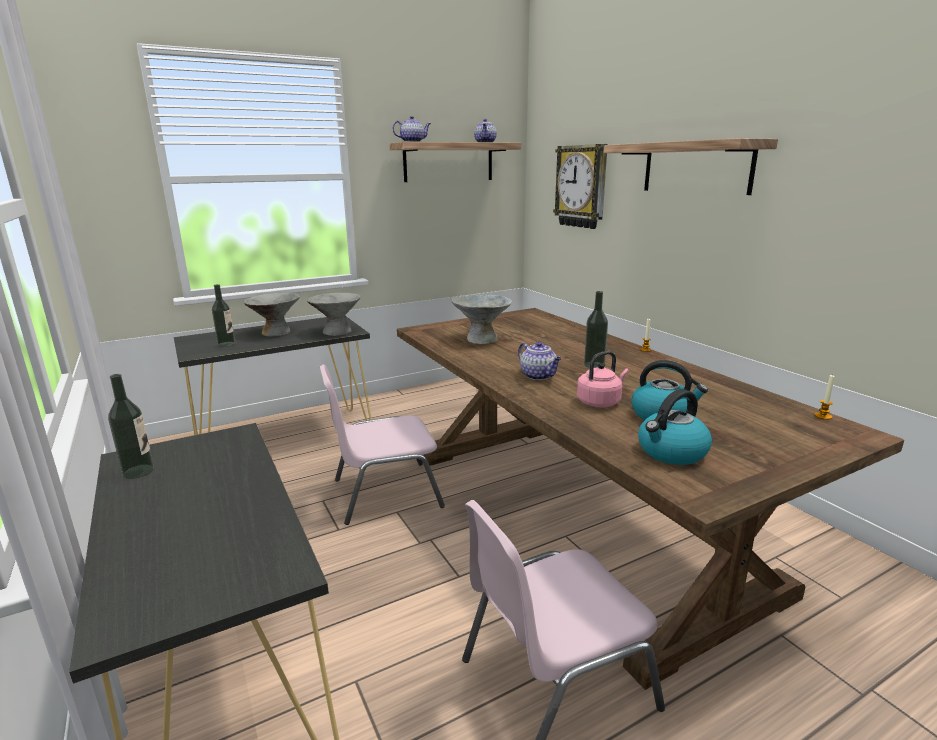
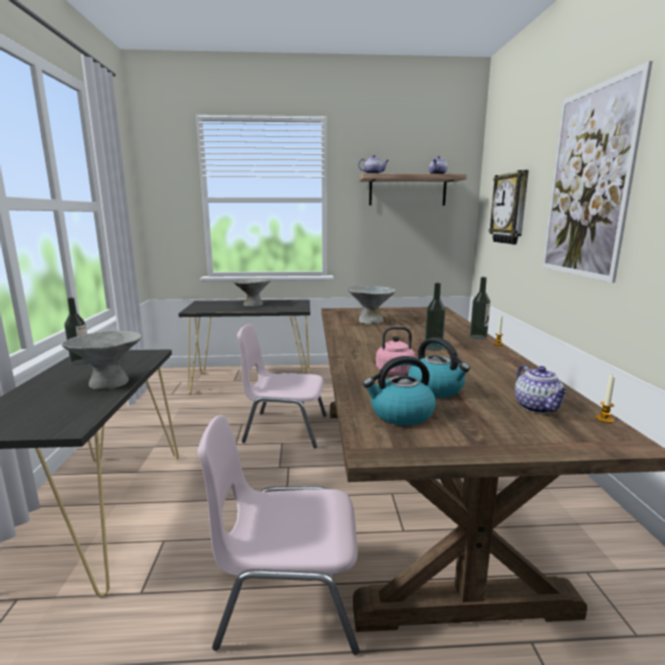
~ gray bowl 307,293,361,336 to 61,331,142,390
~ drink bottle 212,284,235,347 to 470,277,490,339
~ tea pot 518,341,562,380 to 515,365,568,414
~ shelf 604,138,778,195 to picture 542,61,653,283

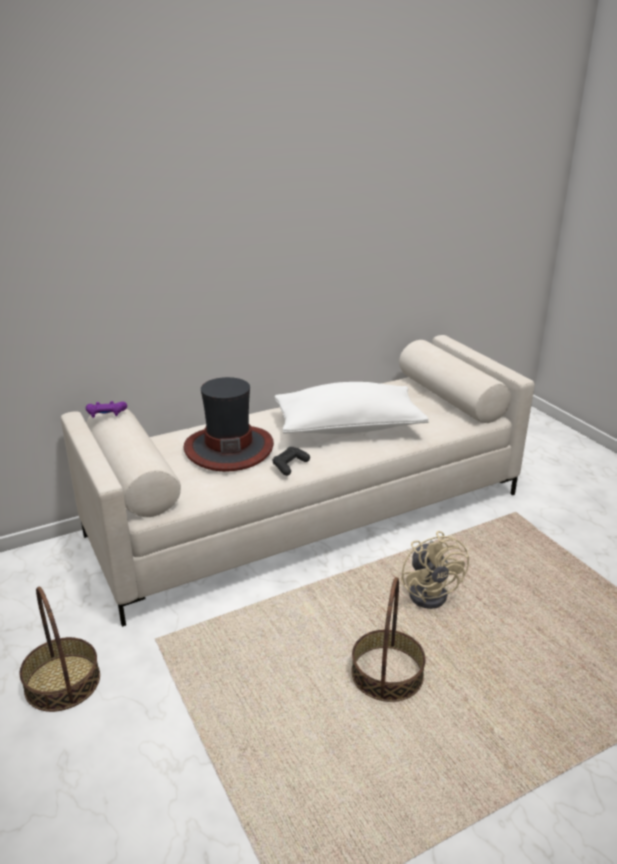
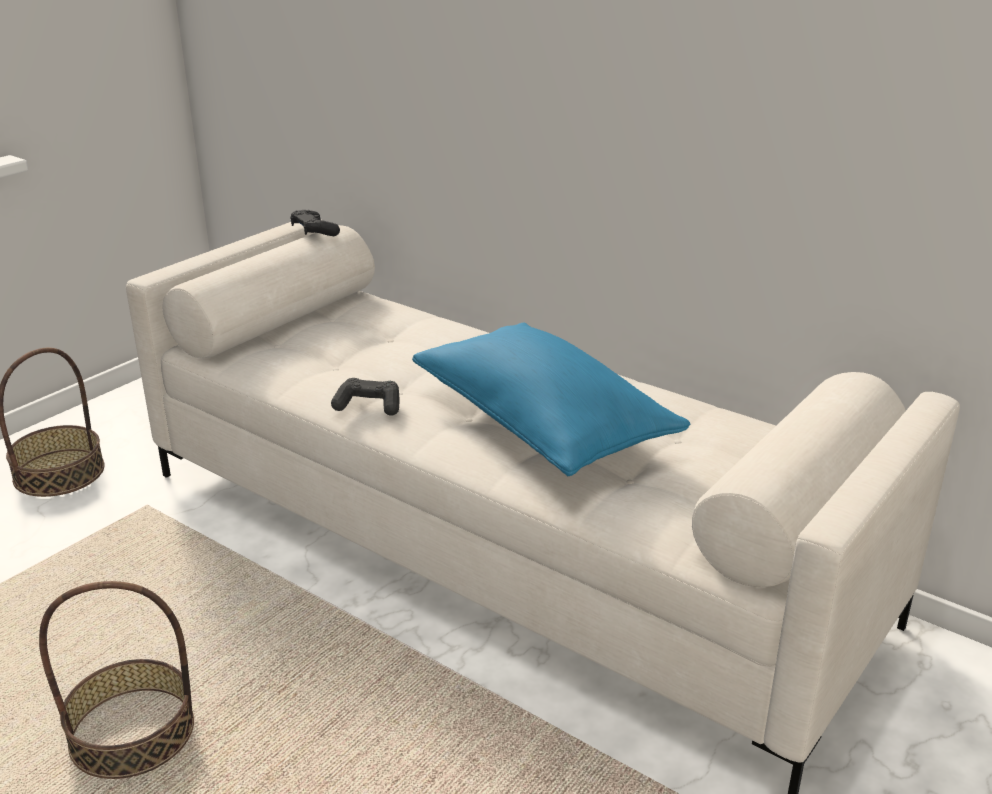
~ purple joypad 86,401,127,418 to black-coloured joypad 290,210,340,236
~ whitish cushion 274,382,429,434 to blue-coloured cushion 412,323,690,476
- clothing hat 184,377,274,472
- sand-coloured electric fan 401,531,469,609

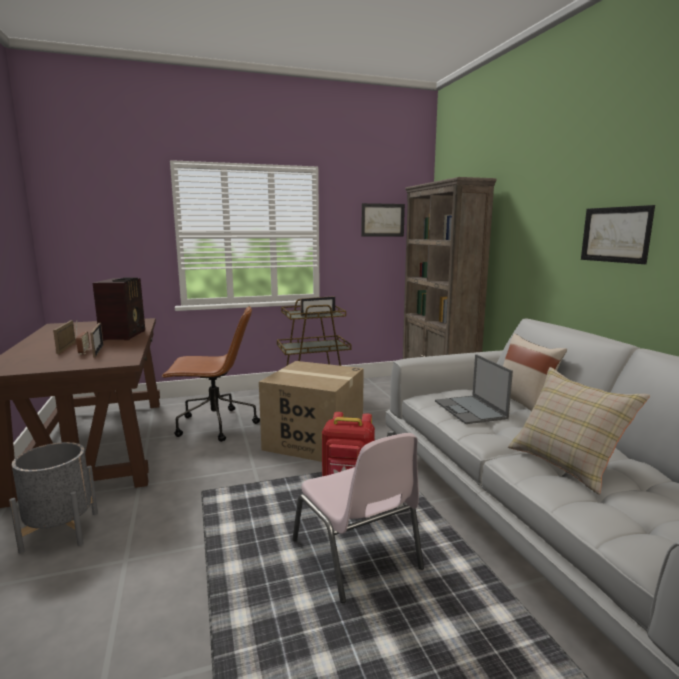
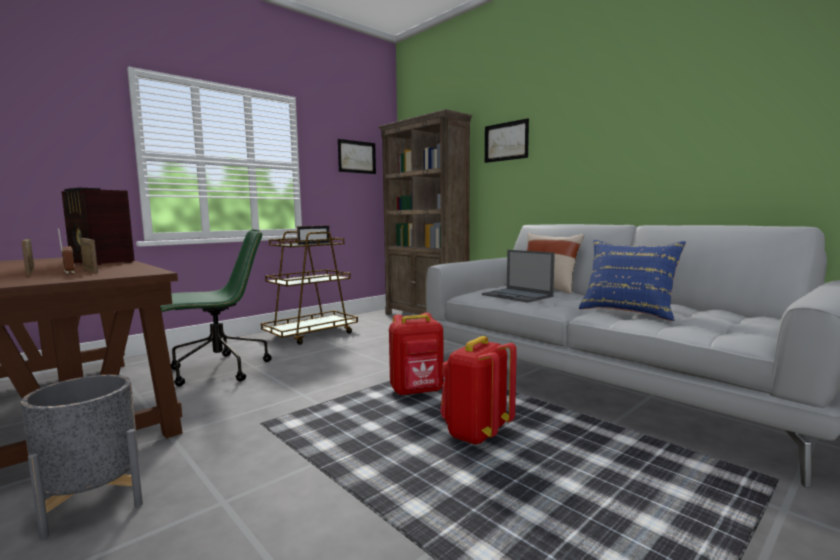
~ radio receiver 93,278,145,341 = 61,187,135,265 150 degrees clockwise
~ brownish desk chair 161,306,260,442 to green desk chair 161,230,272,386
~ pink-coloured upright chair 292,433,424,603 to red backpack 440,336,517,444
~ picture 581,205,655,264 to 485,118,529,163
~ sand-coloured cushion 508,367,650,495 to blue-coloured cushion 579,240,686,321
- packing box 259,361,364,462

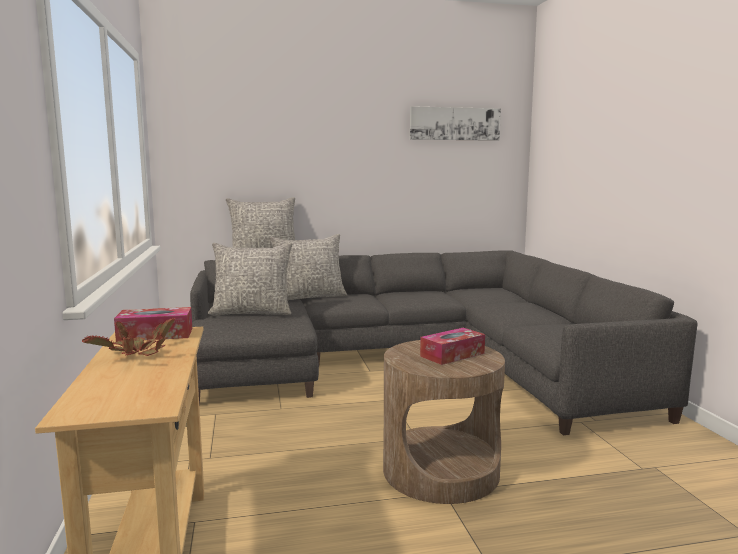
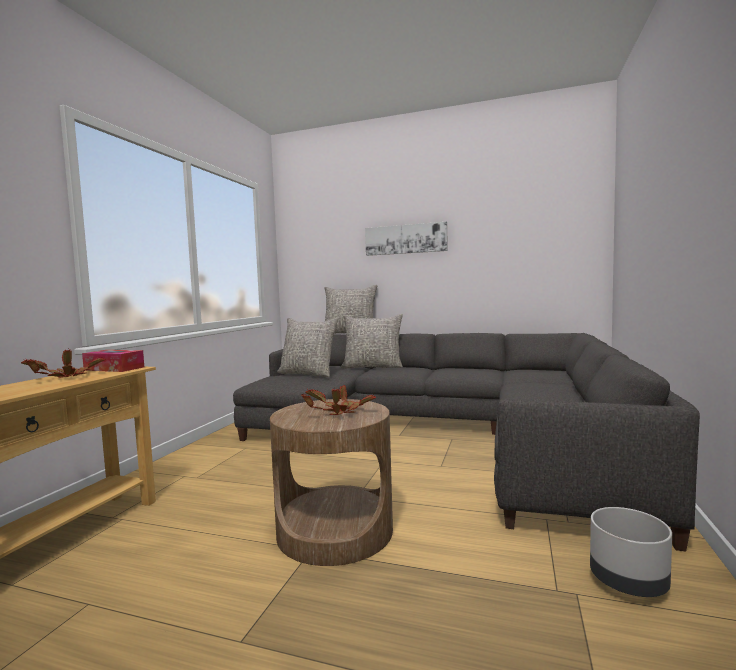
~ tissue holder 420,328,485,365 to plant in a pot 301,385,376,415
~ picture 410,106,501,141 to 365,222,448,256
+ gray planter 590,507,672,597

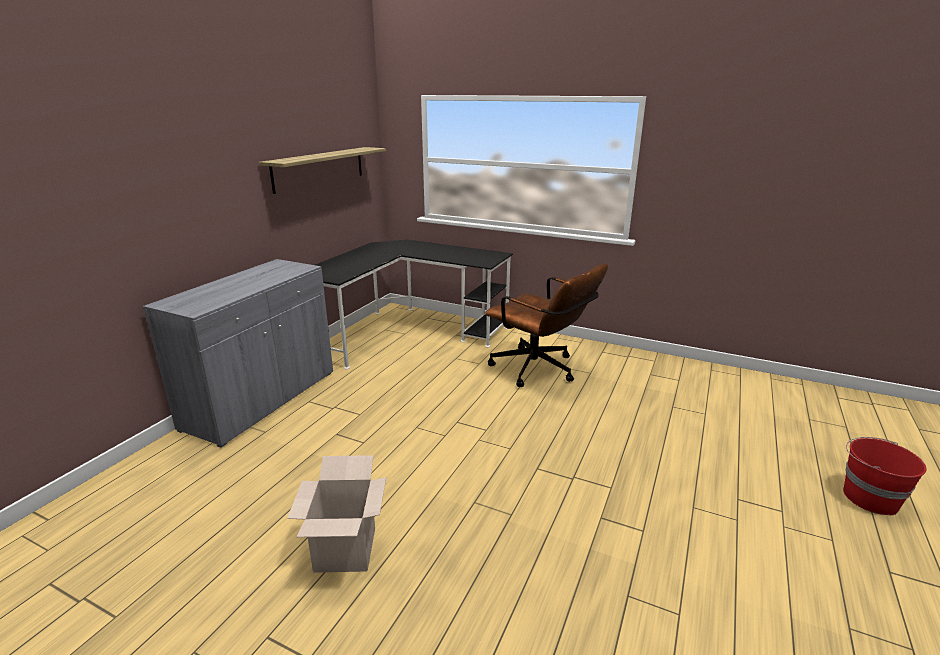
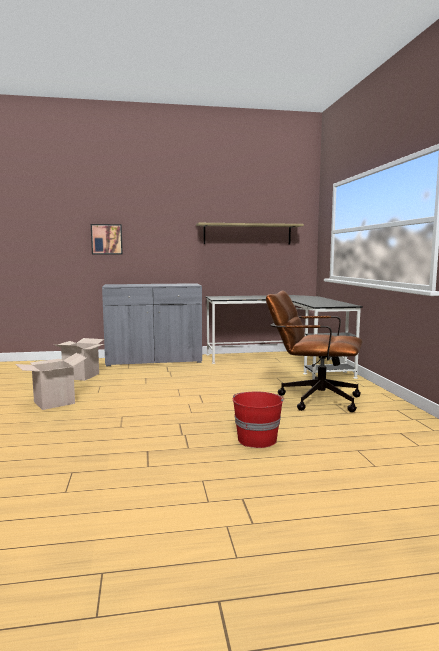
+ packing box 53,338,104,381
+ picture 91,224,123,254
~ red bucket 843,437,926,515 to 233,391,284,448
~ brownish desk chair 486,264,608,387 = 266,290,362,412 105 degrees clockwise

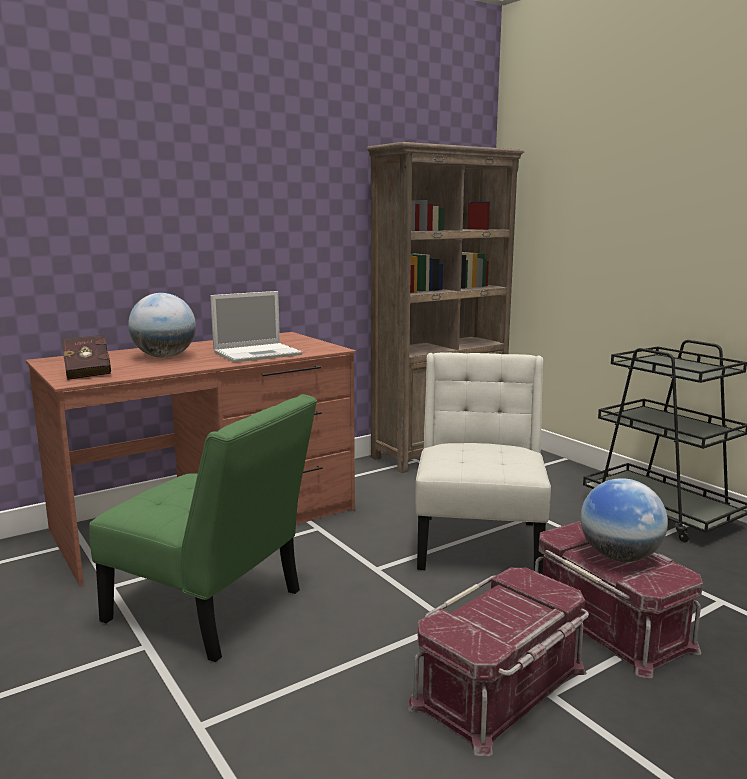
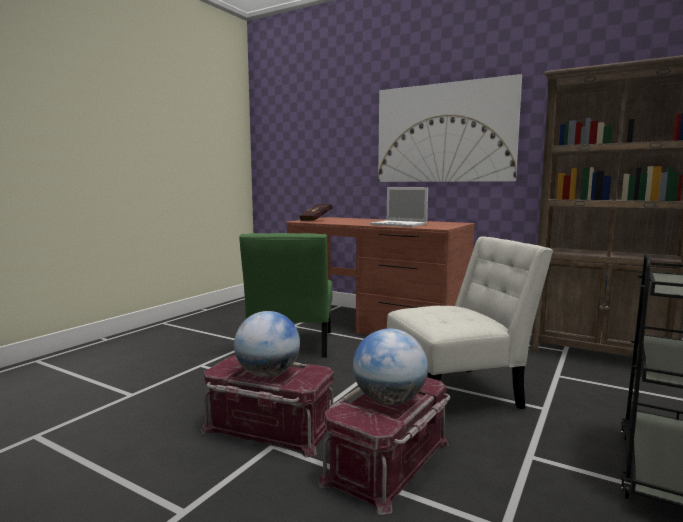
~ desk globe 128,293,196,358 to 234,311,300,377
+ picture 378,74,522,182

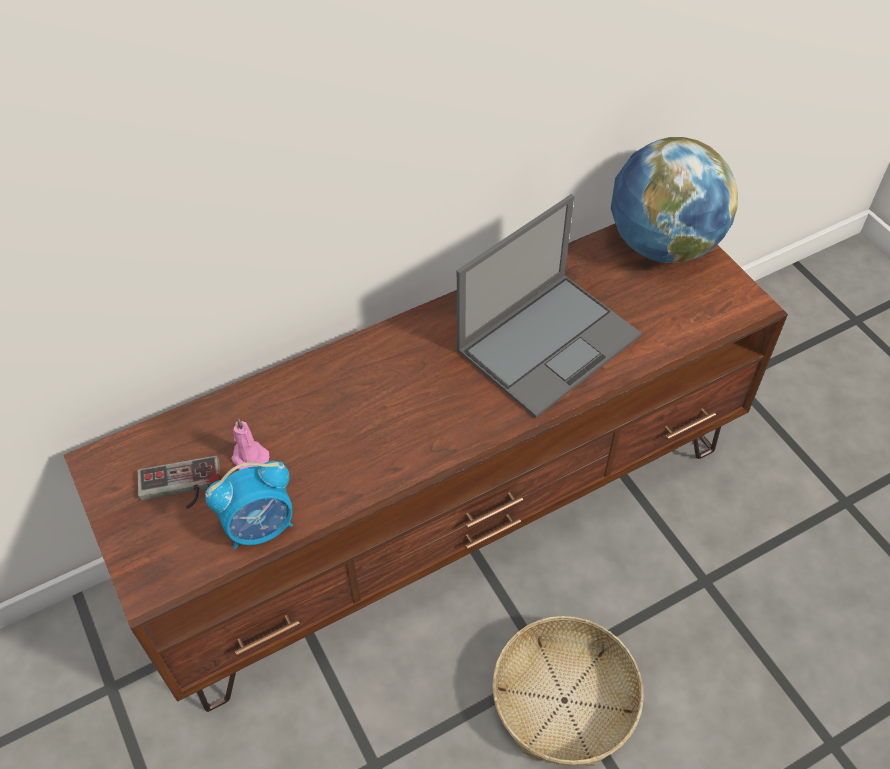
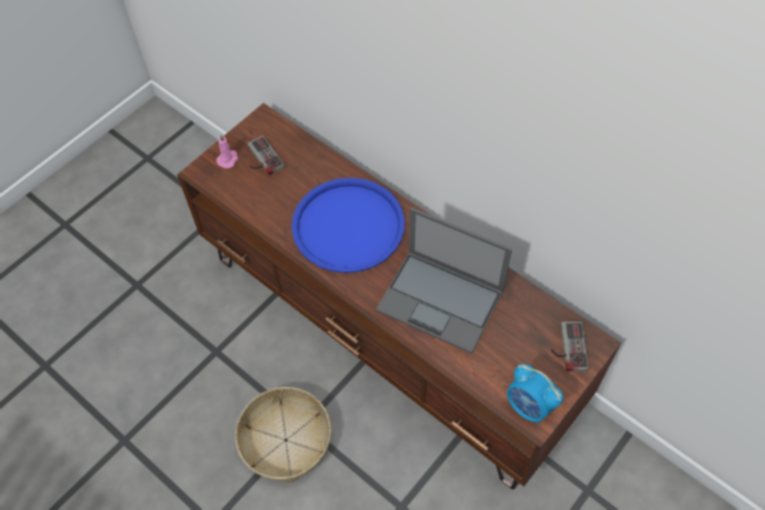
~ pink-coloured candle 231,419,269,470 to 216,135,238,169
+ blue-coloured tray 291,178,405,273
~ bedside clock 205,461,293,549 to 507,364,563,425
~ desk globe 611,137,738,263 to joypad 551,321,588,371

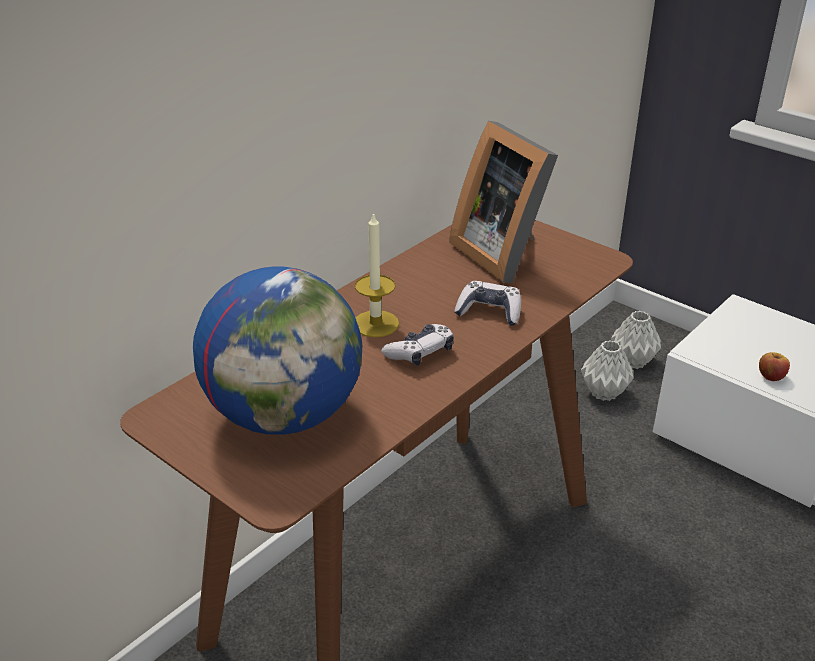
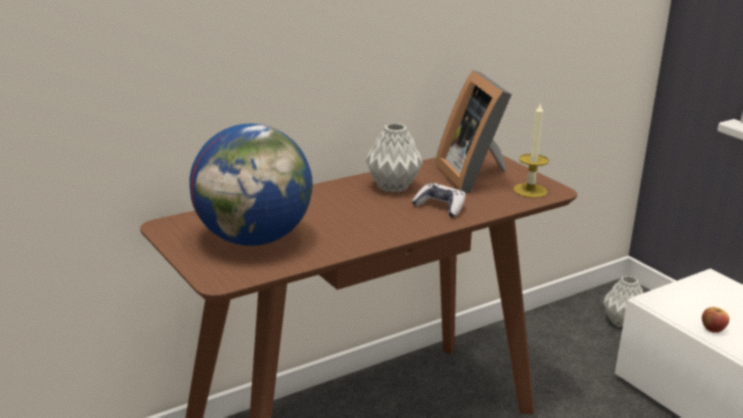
~ gray vase 581,340,634,401 to 365,123,423,193
~ candle 355,211,399,337 to 513,102,549,198
- joypad 381,324,454,366

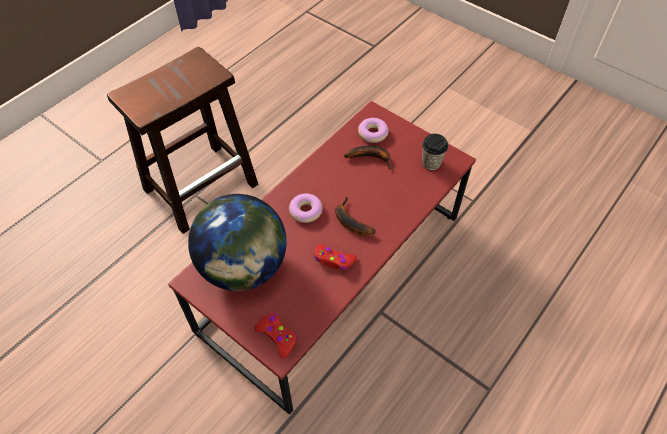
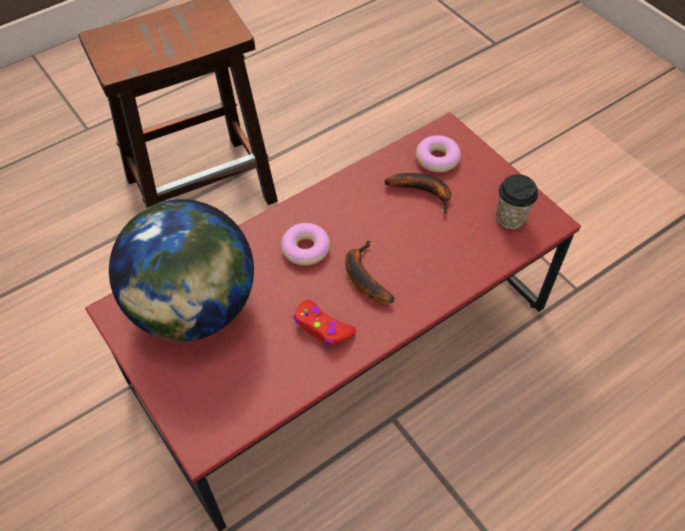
- red joypad 254,313,297,359

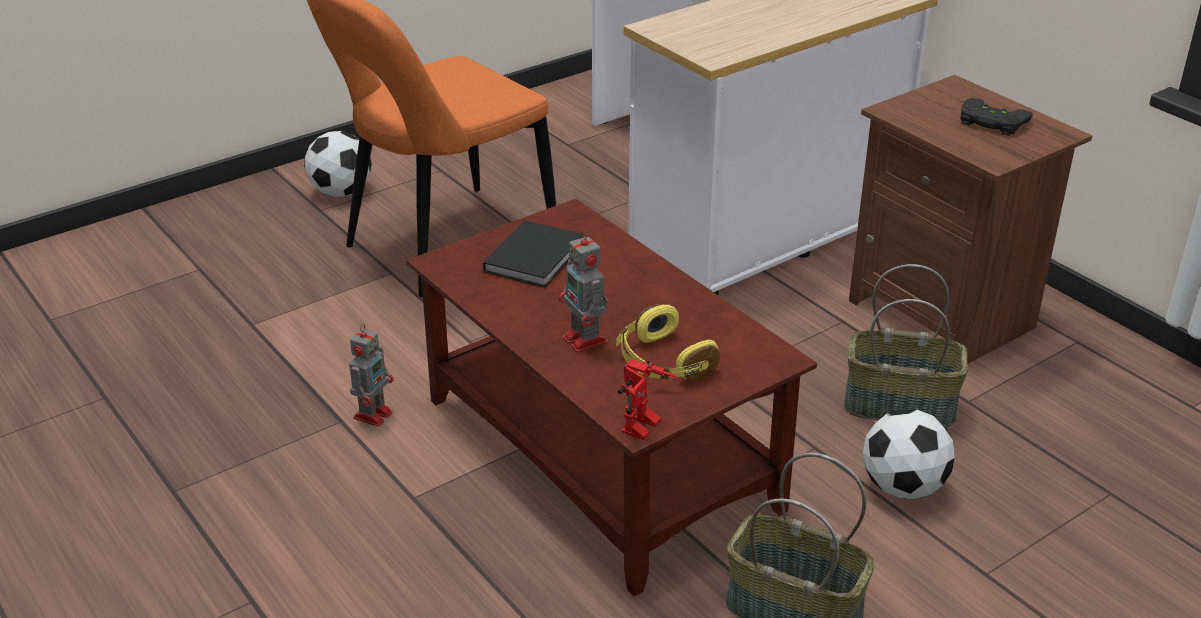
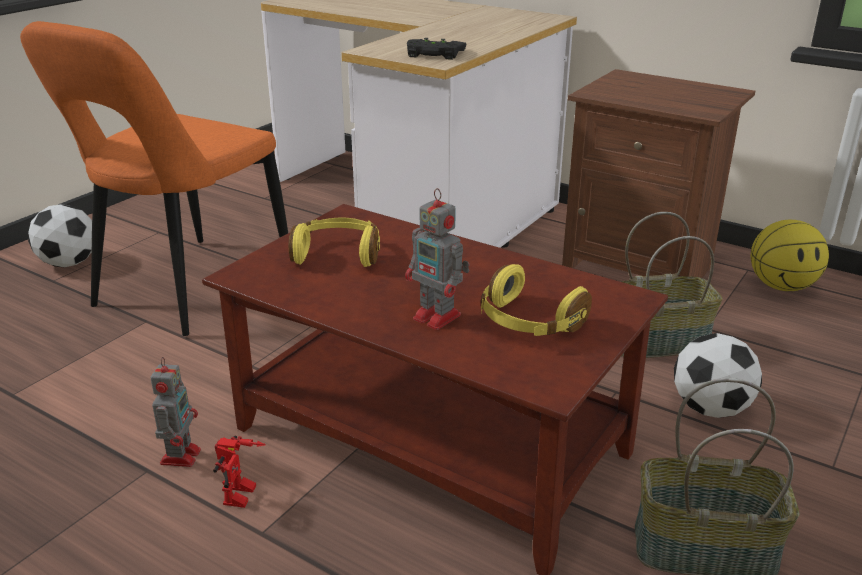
~ model robot 618,359,678,440 to 213,436,266,508
~ black-coloured book 483,220,584,288 to yellow headset 289,218,380,267
~ black-coloured joypad 960,98,1033,136 to 407,38,466,60
+ basketball 751,220,829,291

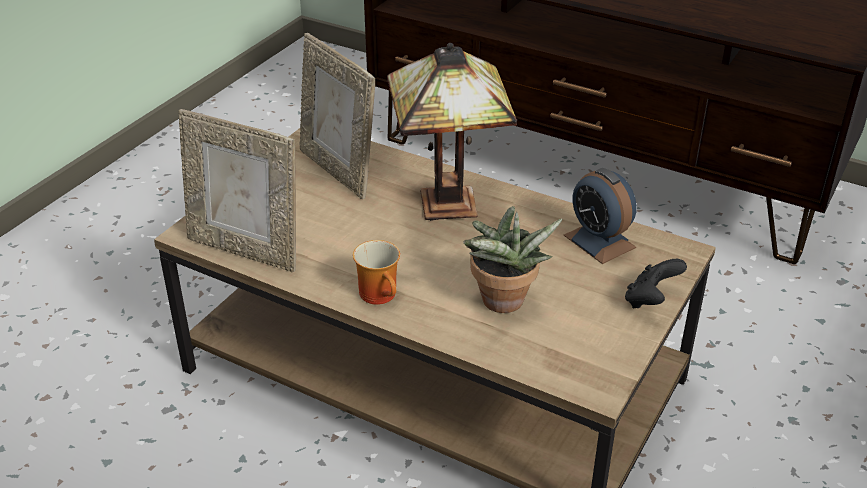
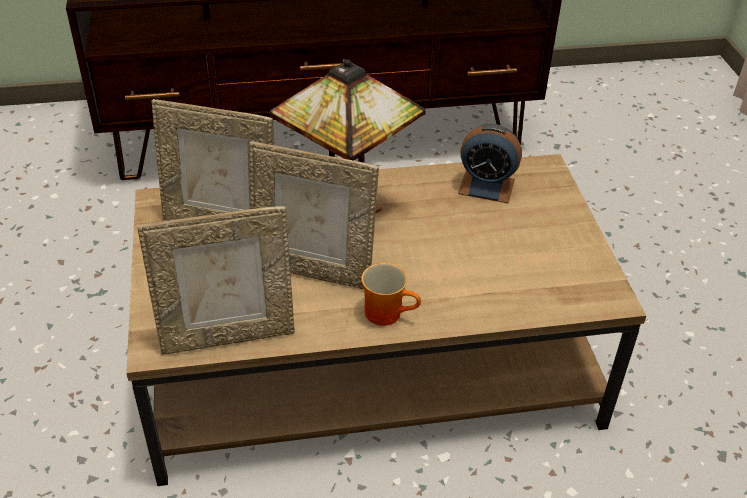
+ picture frame 249,141,379,290
- plant in a pot 463,206,562,313
- black-coloured joypad 625,259,687,309

